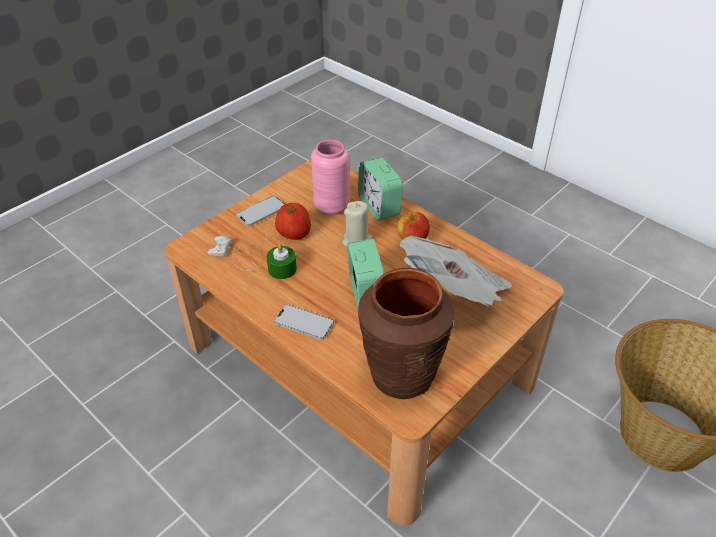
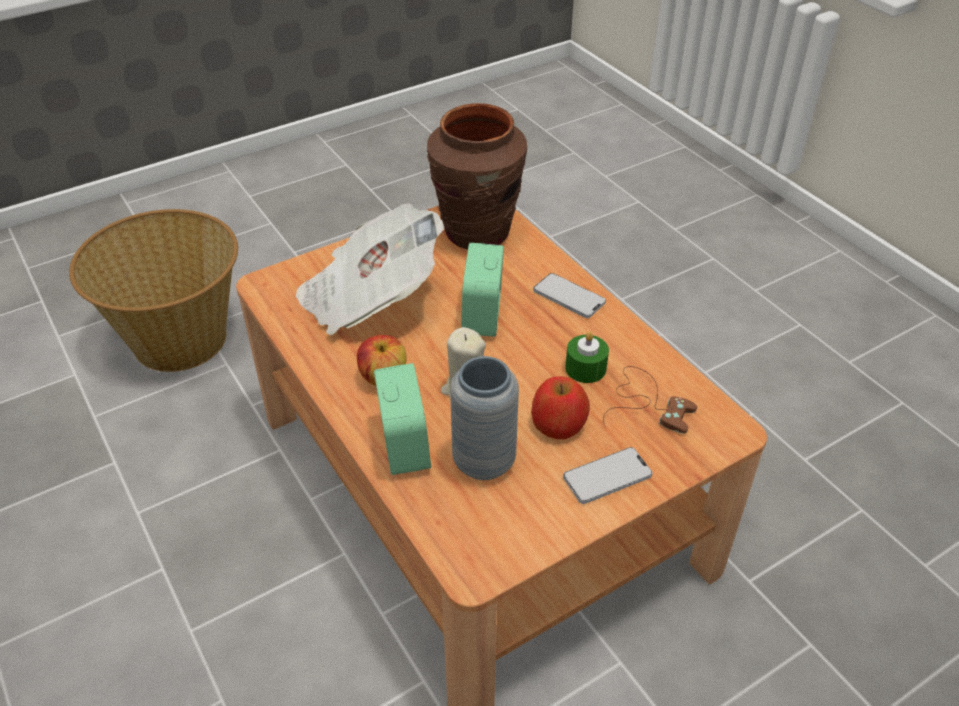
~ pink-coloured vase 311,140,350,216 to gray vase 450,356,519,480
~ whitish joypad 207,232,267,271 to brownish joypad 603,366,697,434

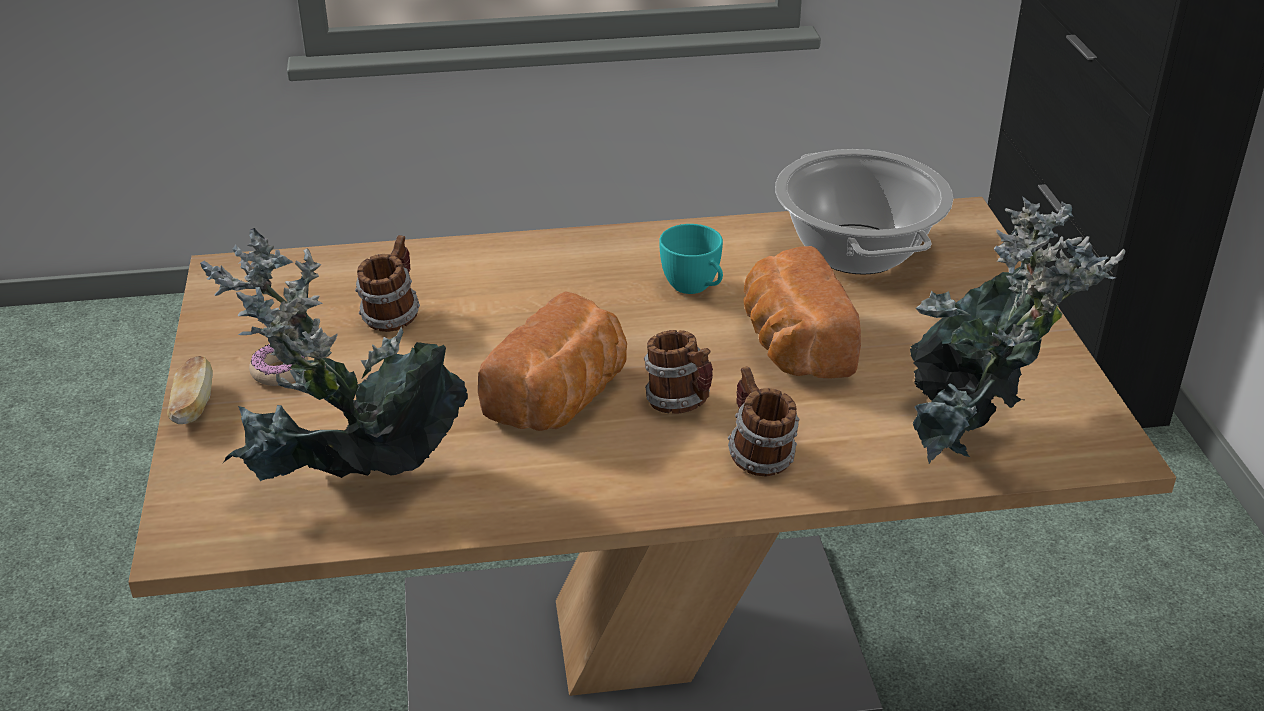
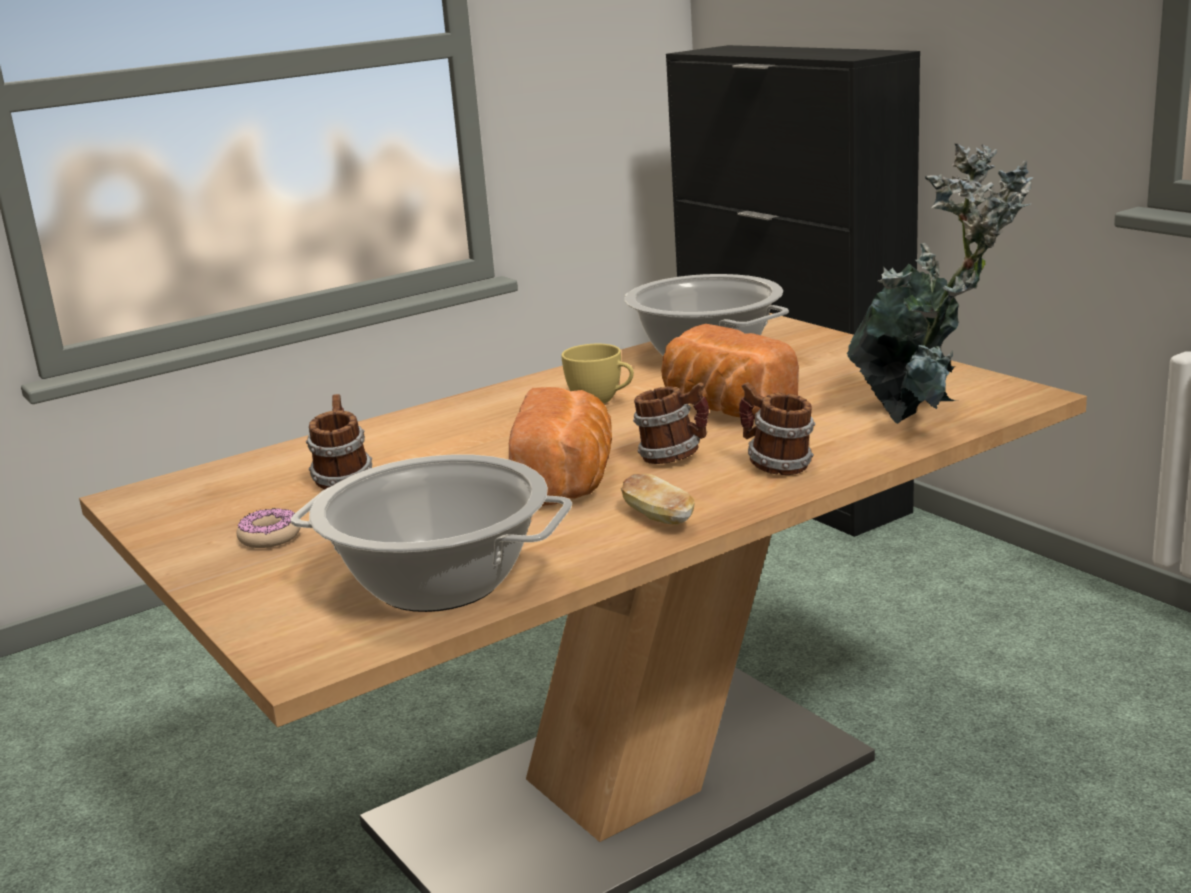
~ plant in a pot 200,228,468,481 to stockpot 291,454,572,612
~ blue-green small cup 659,224,723,294 to yellow small cup 561,344,634,404
~ bread 167,356,213,424 to 621,474,694,525

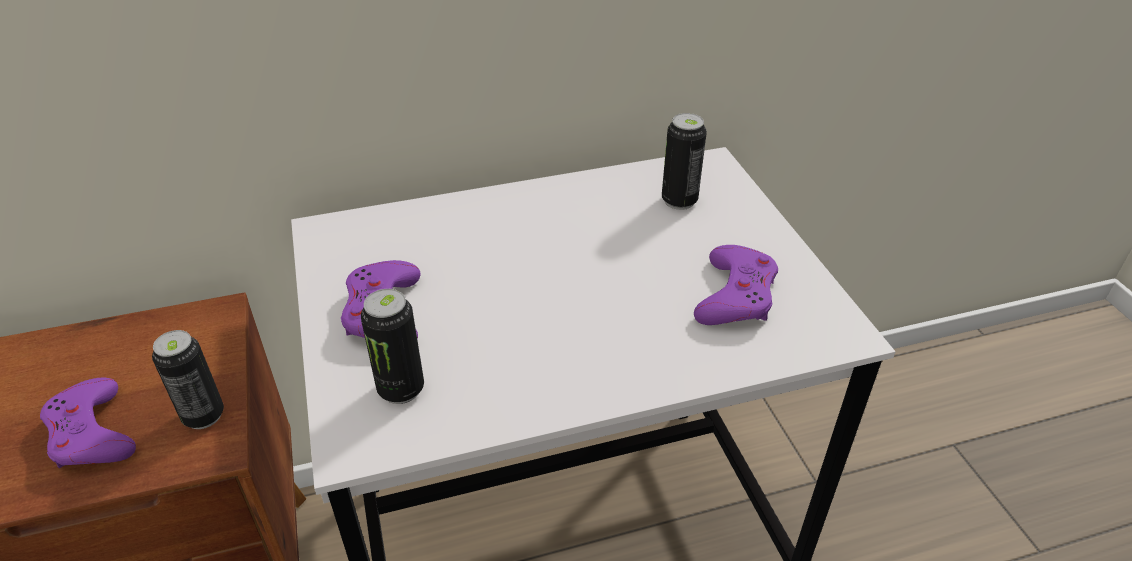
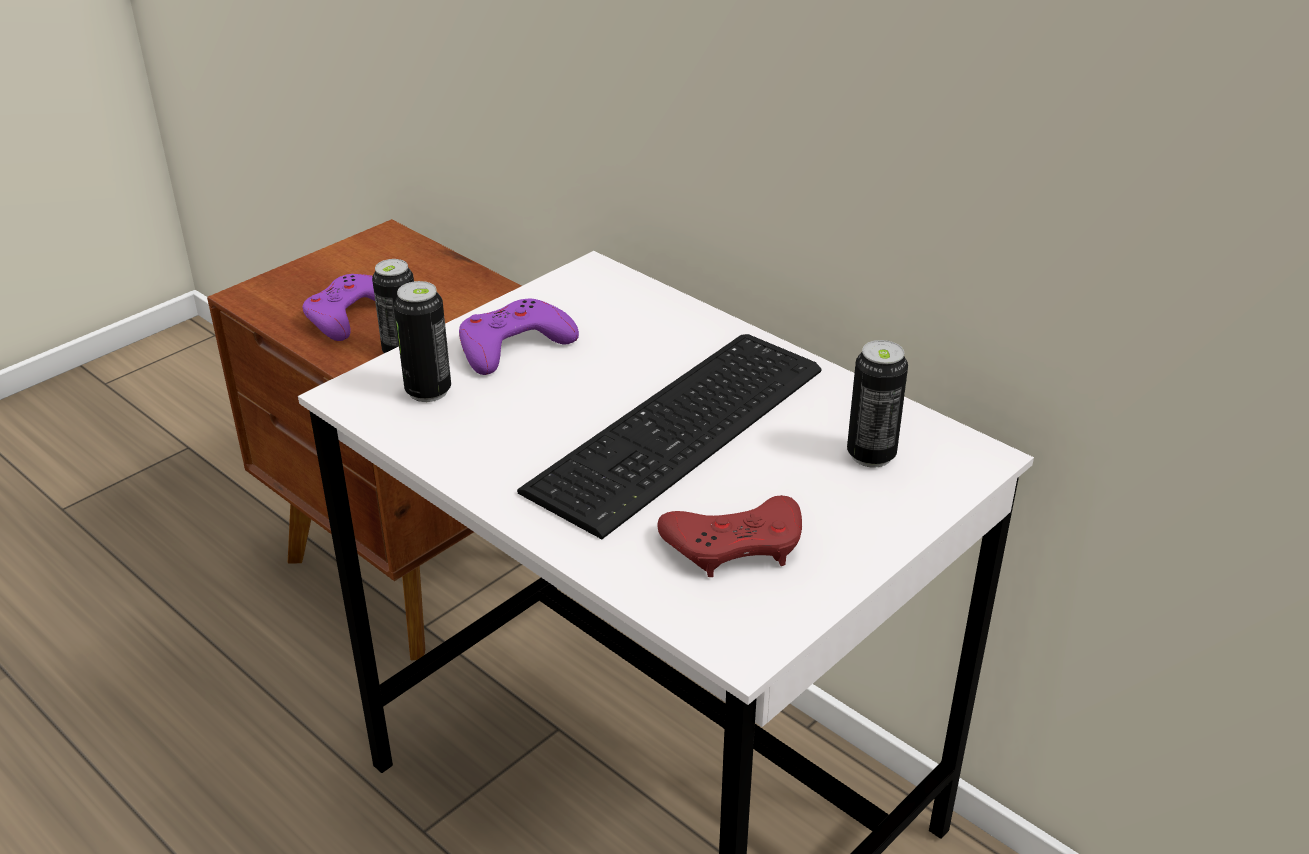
+ PC keyboard 517,334,822,539
~ purple joypad 694,245,778,325 to red joypad 658,496,802,577

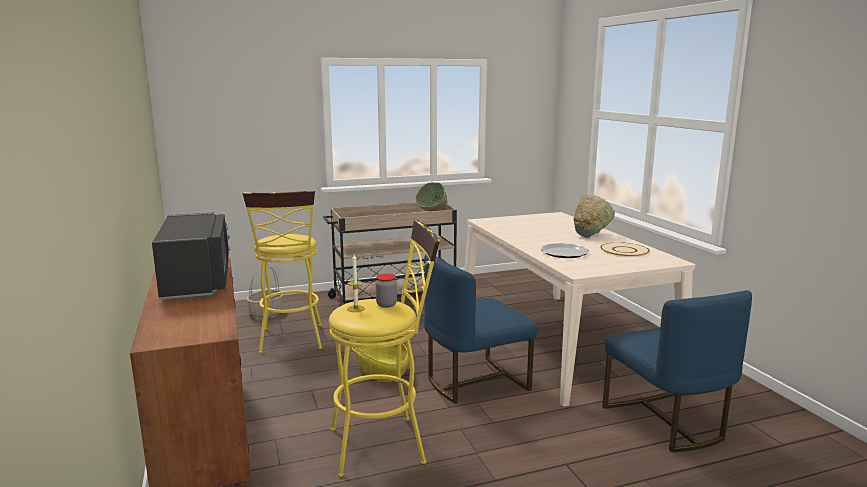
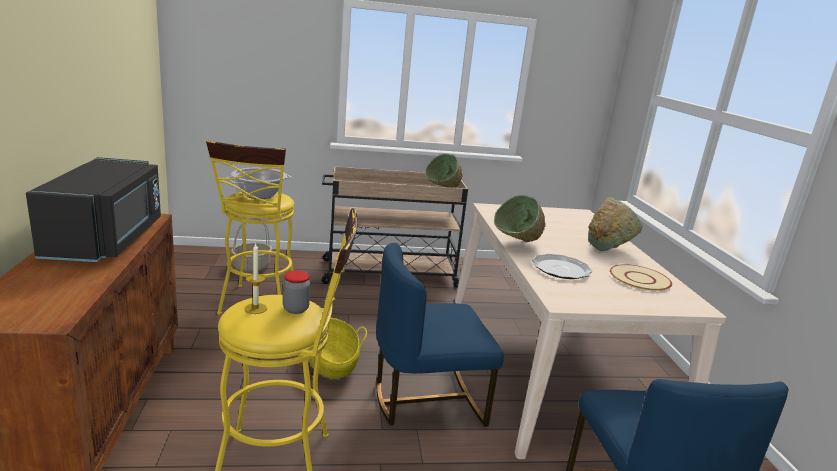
+ stockpot 226,168,291,199
+ green bowl 494,195,546,242

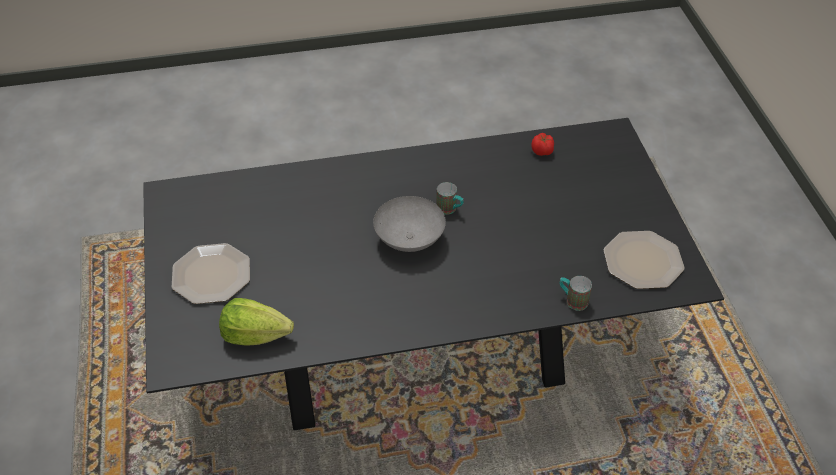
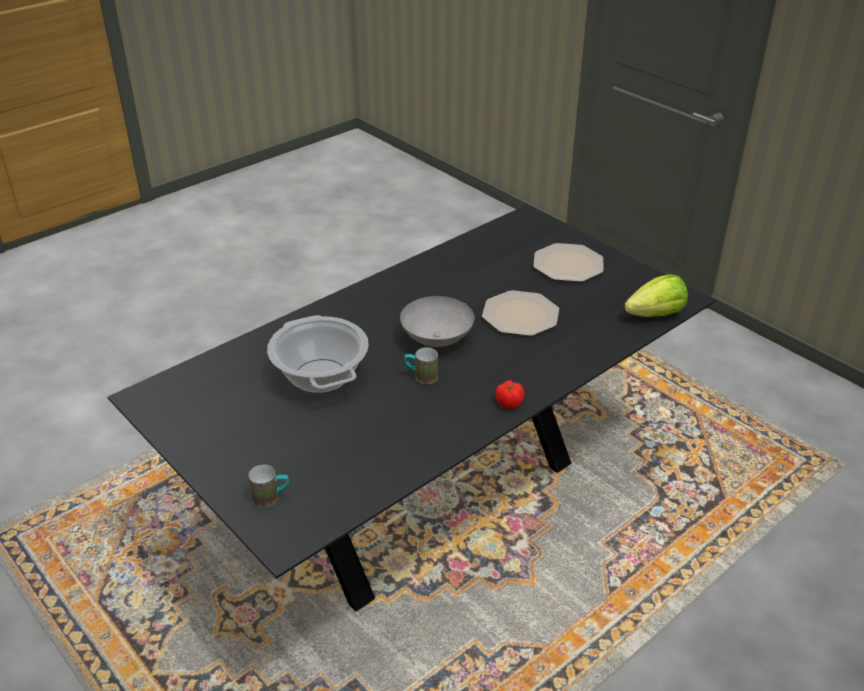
~ tea mug 559,276,592,311 to 249,465,289,507
+ stockpot 267,315,369,393
~ flat dish 603,231,685,289 to 482,290,559,336
~ fresh tomato 532,133,554,156 to 495,380,524,409
~ head of lettuce 219,298,294,346 to 625,274,688,317

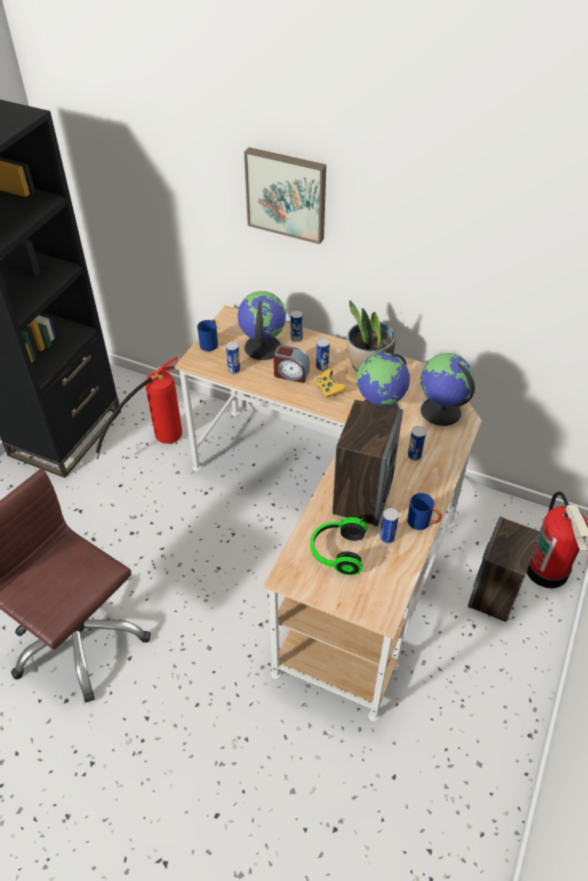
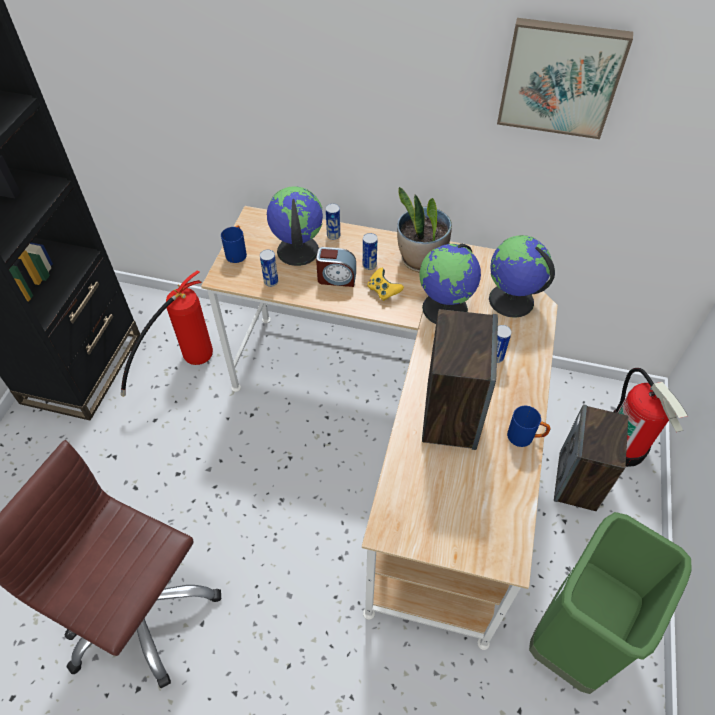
~ picture 244,147,326,244 to 497,18,633,139
+ green trash can 529,512,692,694
- headset 311,517,367,575
- sealed can 380,508,399,544

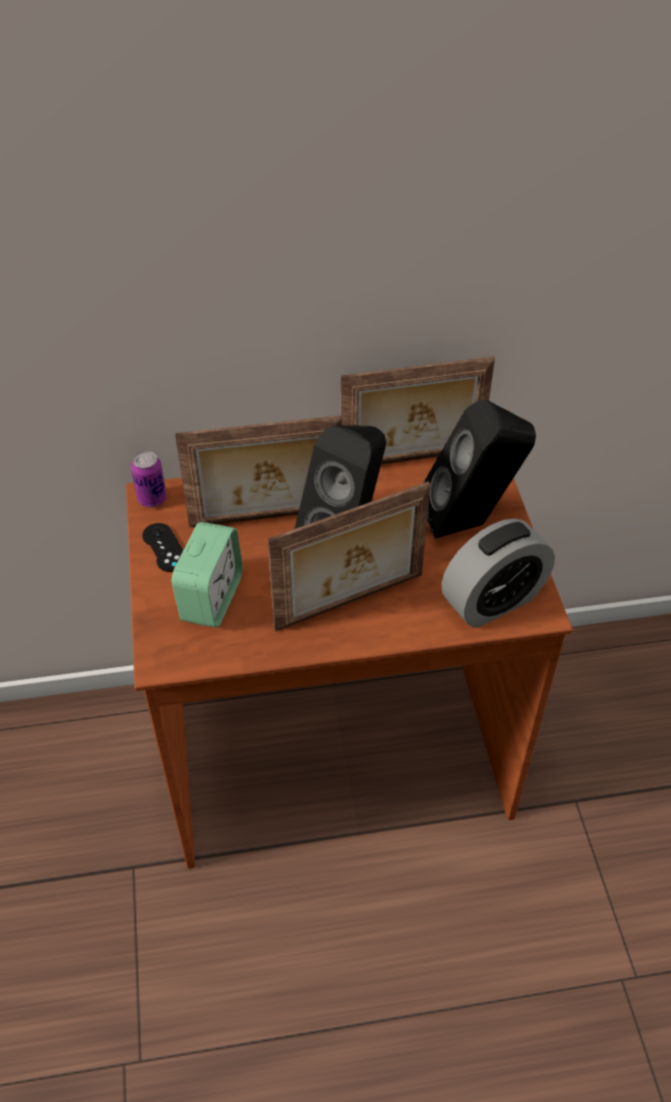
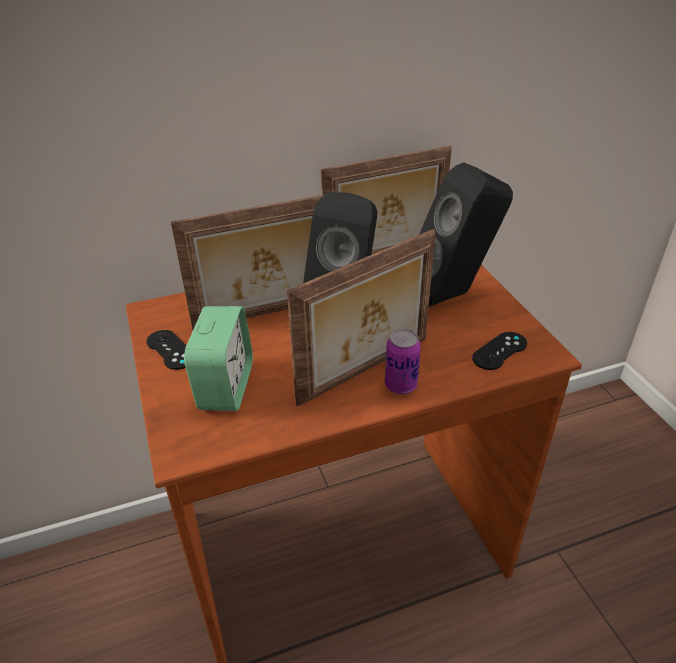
~ sealed can 131,451,167,508 to 385,329,421,394
~ bedside clock 441,518,555,628 to black-coloured joypad 472,332,527,370

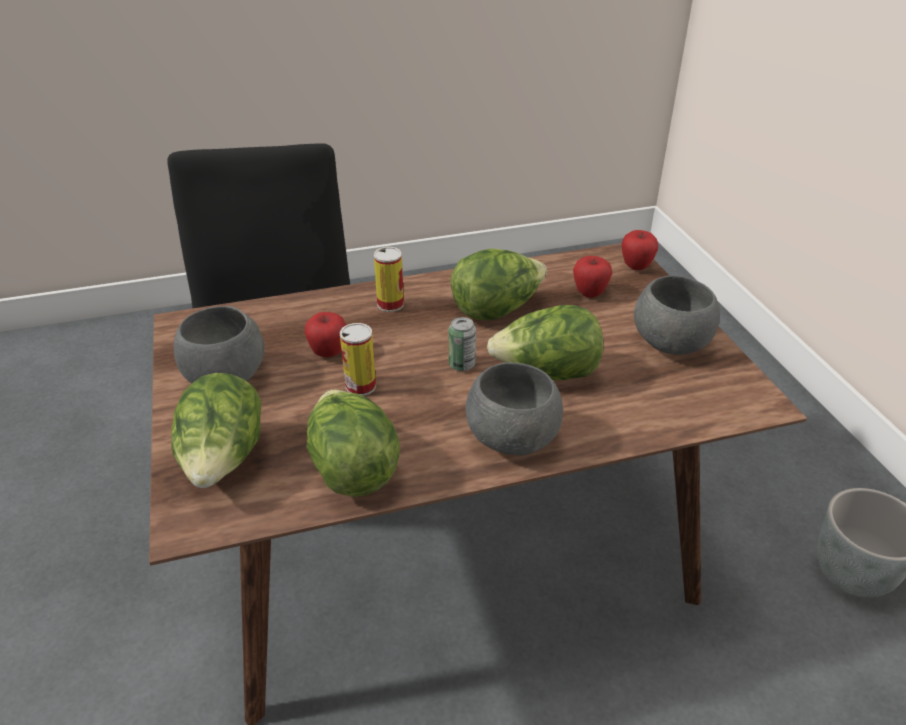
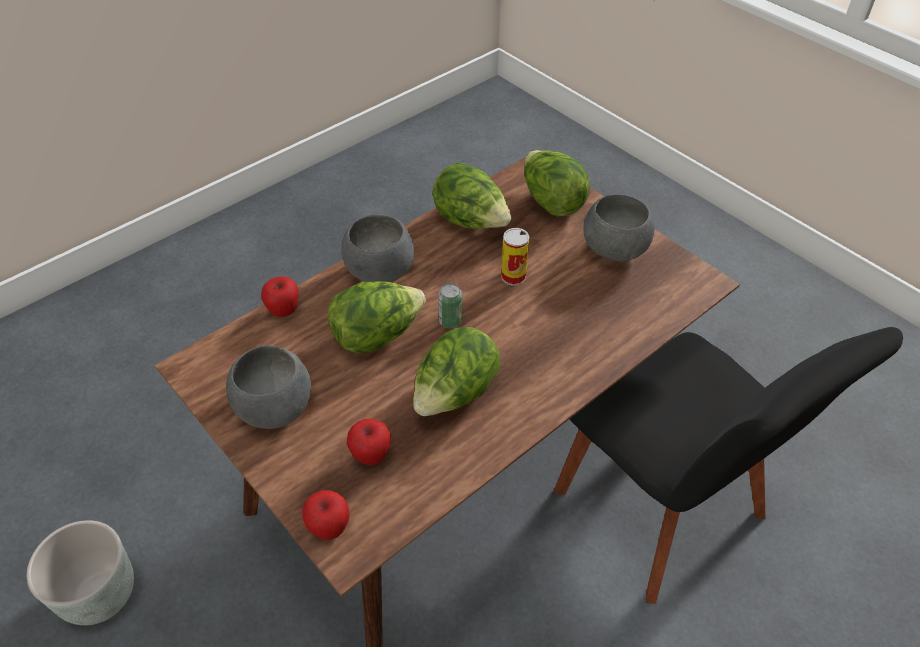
~ apple fruit 305,312,346,357 to 261,276,299,317
- sealed can 374,247,404,312

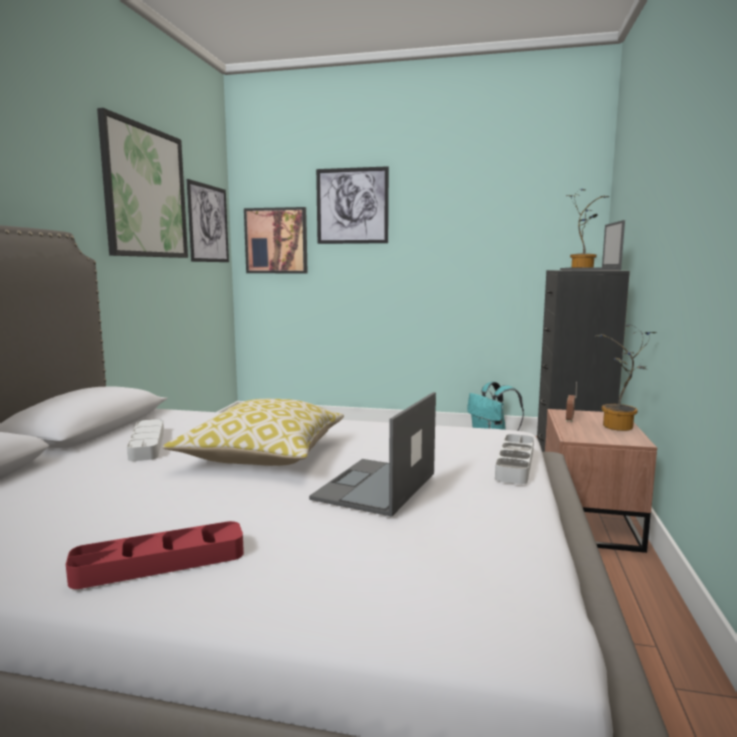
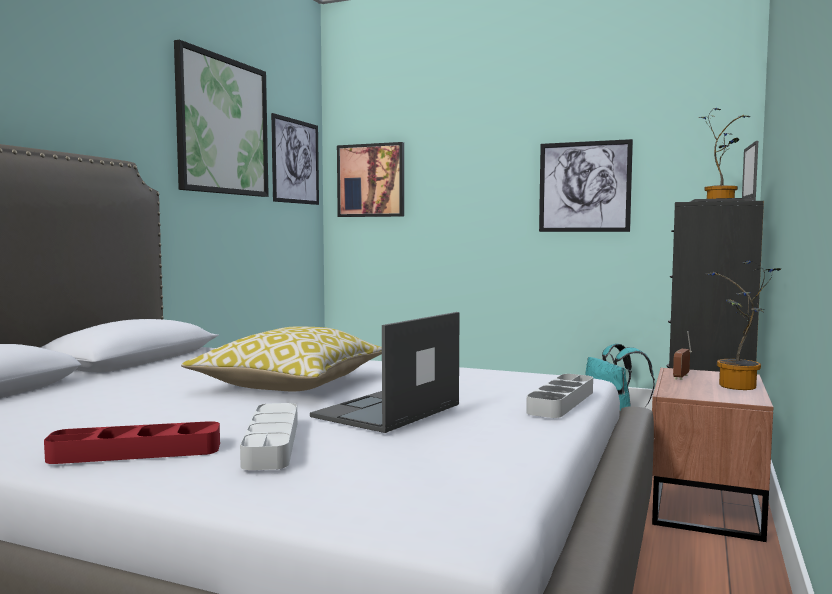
~ gray tray 127,419,164,461 to 240,403,298,470
~ picture 316,166,389,244 to 539,139,633,232

